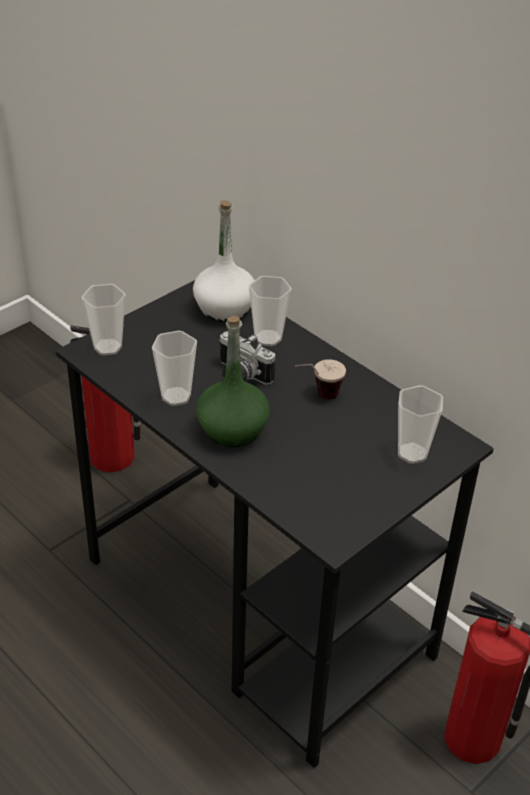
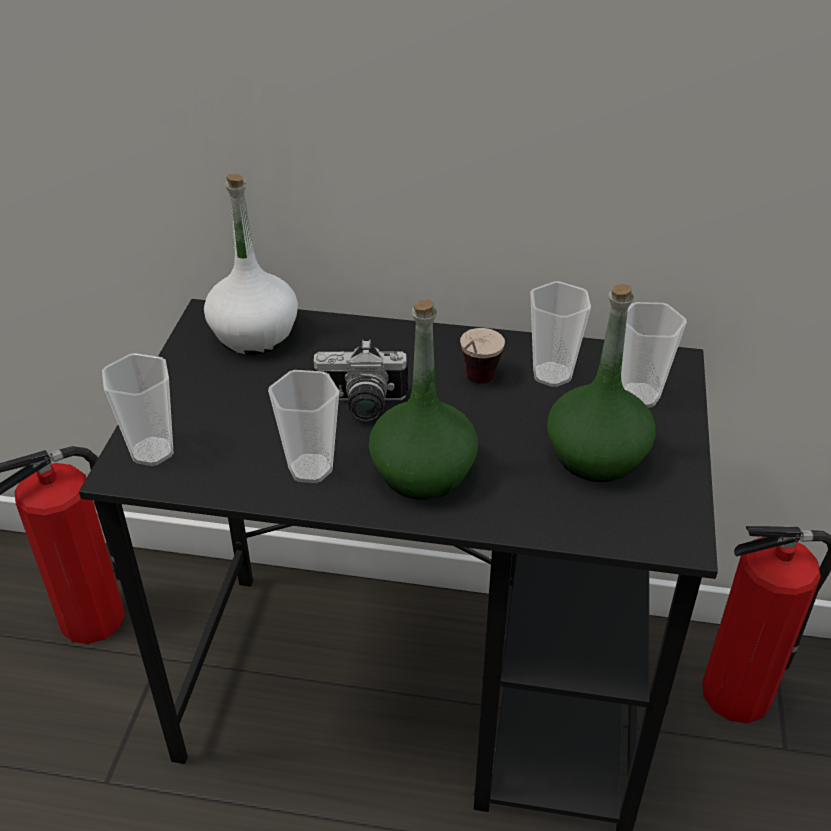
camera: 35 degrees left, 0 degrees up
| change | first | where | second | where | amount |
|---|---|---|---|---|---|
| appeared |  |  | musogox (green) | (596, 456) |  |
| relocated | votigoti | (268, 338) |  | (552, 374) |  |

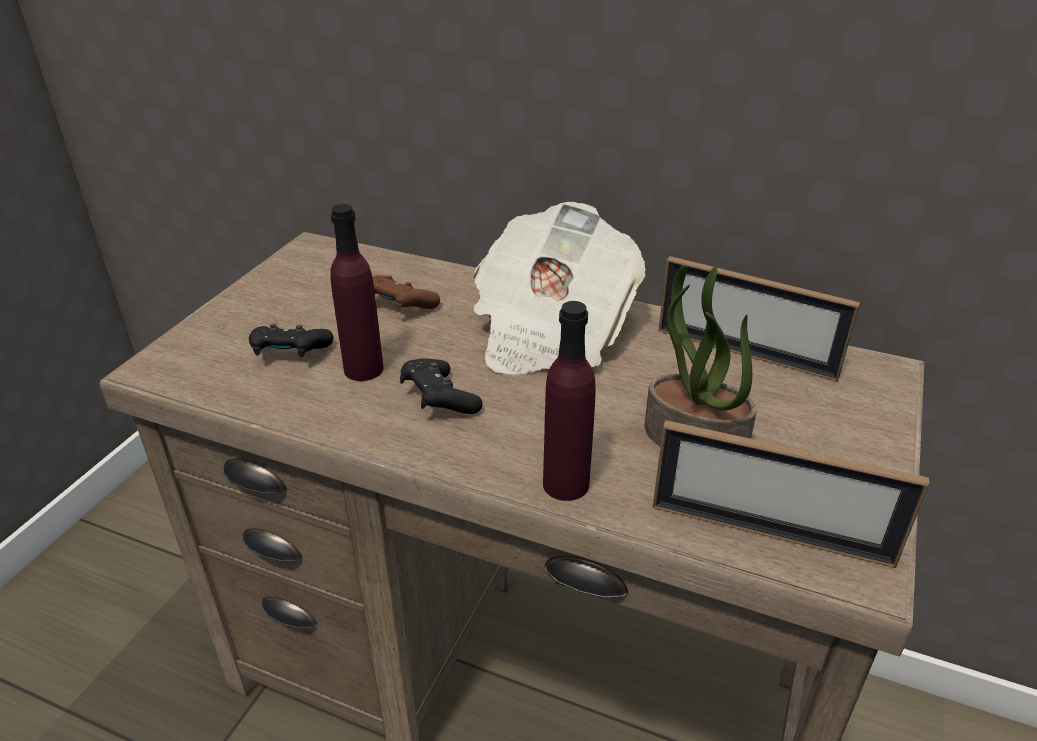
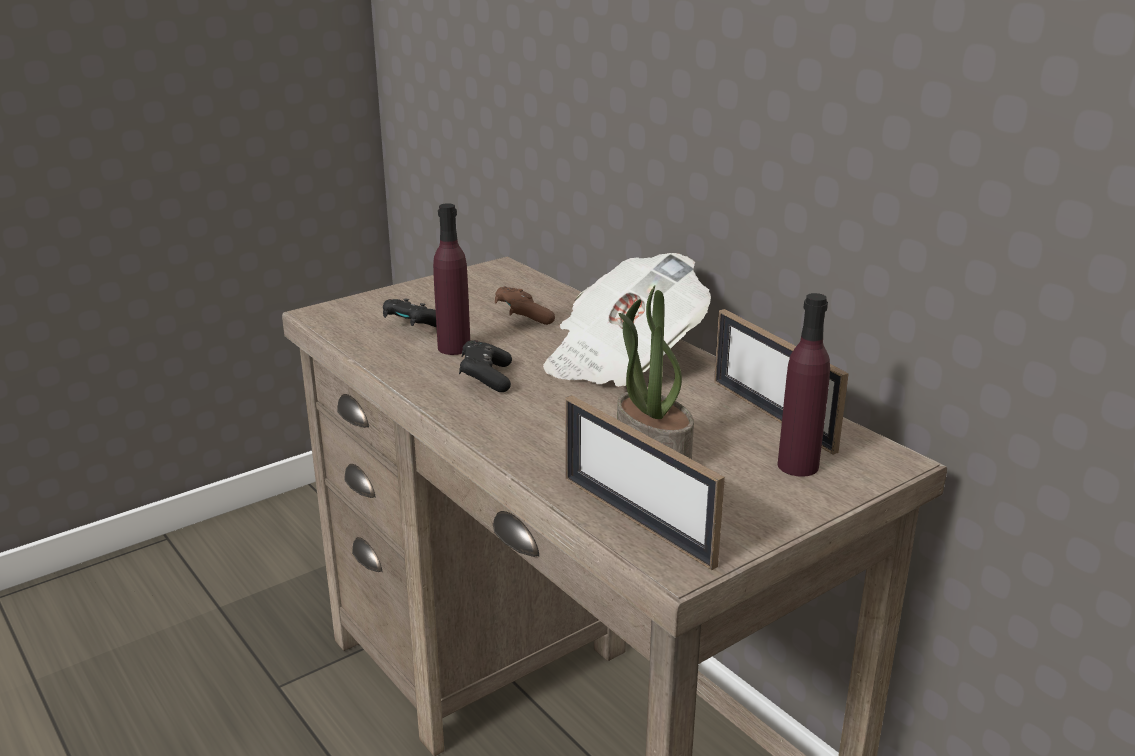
camera: 30 degrees right, 10 degrees down
| change | first | where | second | where | amount |
|---|---|---|---|---|---|
| relocated | musogox (purple) | (566, 484) |  | (798, 466) |  |

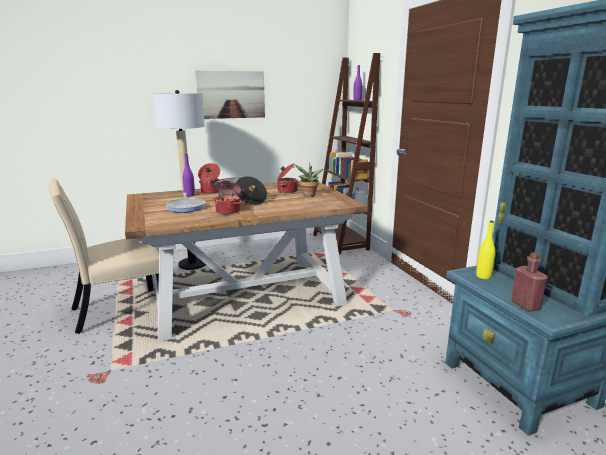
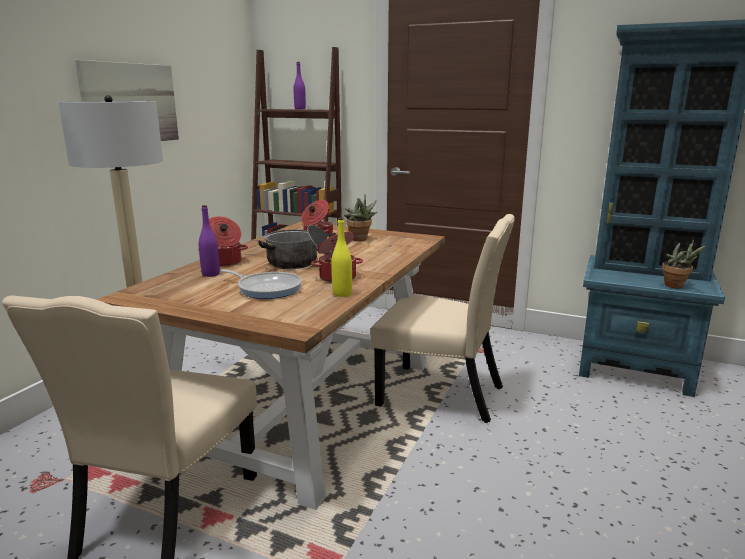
camera: 45 degrees left, 0 degrees up
| change | first | where | second | where | amount |
|---|---|---|---|---|---|
| appeared |  |  | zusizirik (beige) | (438, 393) |  |
| relocated | musogox (yellow) | (483, 276) |  | (342, 294) |  |
| exchanged | musogox (red) | (525, 305) | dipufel | (676, 286) |  |

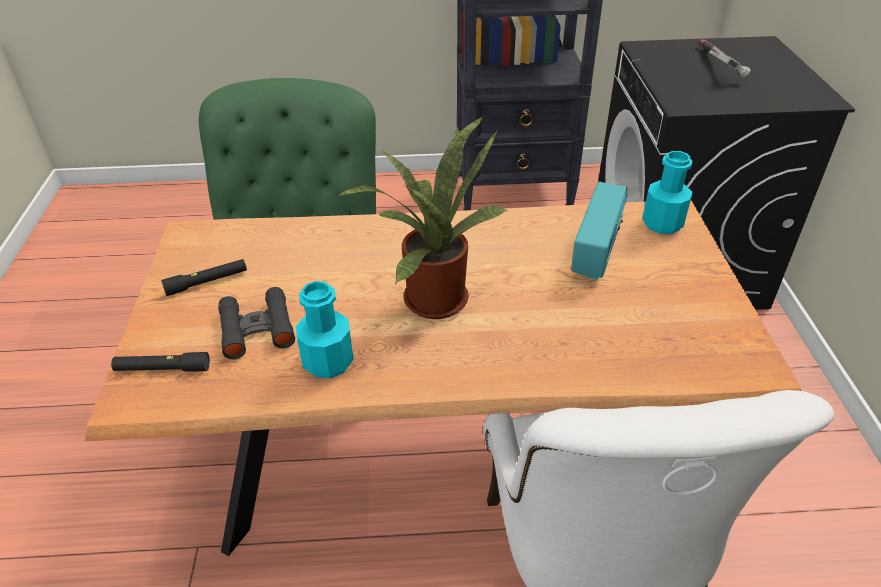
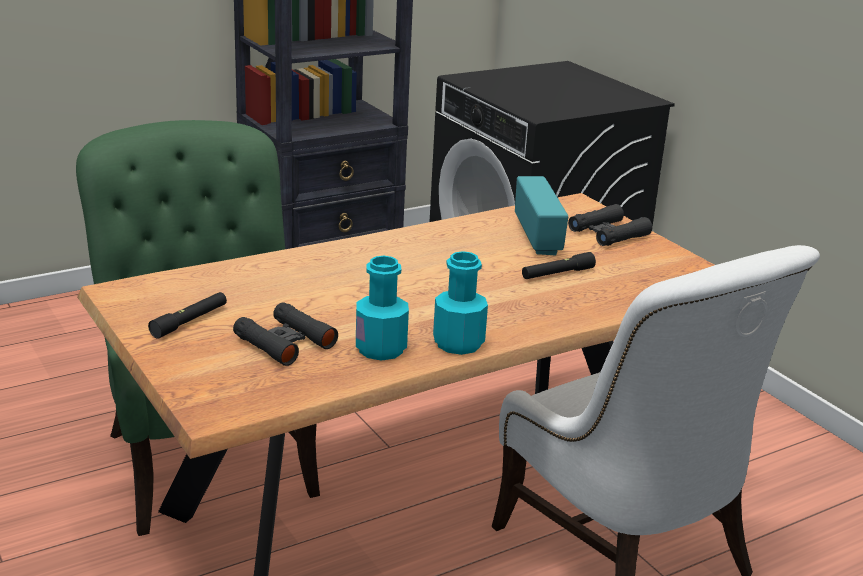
camera: 30 degrees left, 15 degrees down
| change | first | where | second | where | amount |
|---|---|---|---|---|---|
| missing | dipufel | (432, 296) |  |  |  |
| missing | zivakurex | (715, 66) |  |  |  |
| appeared |  |  | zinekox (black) | (608, 233) |  |
| relocated | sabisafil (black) | (162, 369) |  | (557, 274) |  |
| relocated | musogox (turquoise) | (662, 223) |  | (458, 343) |  |

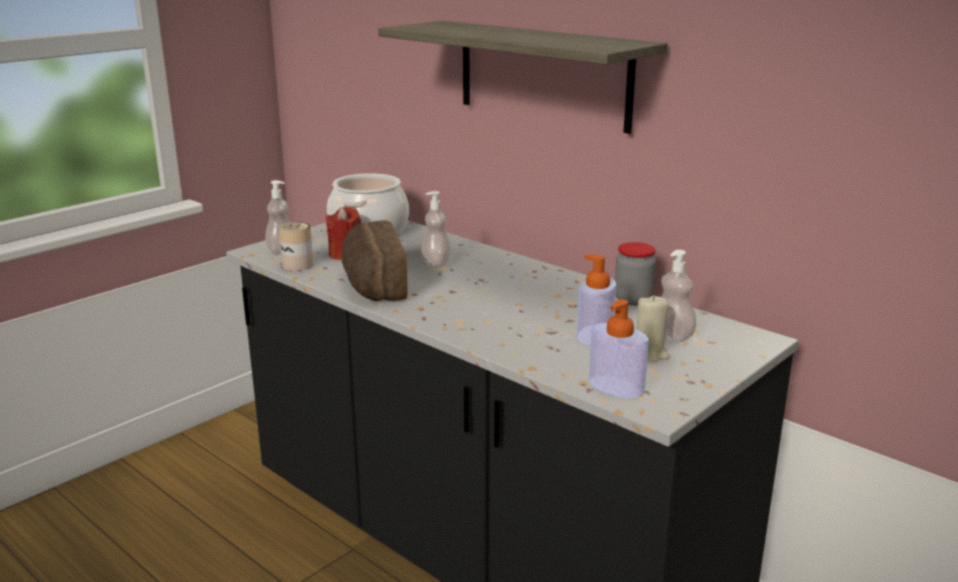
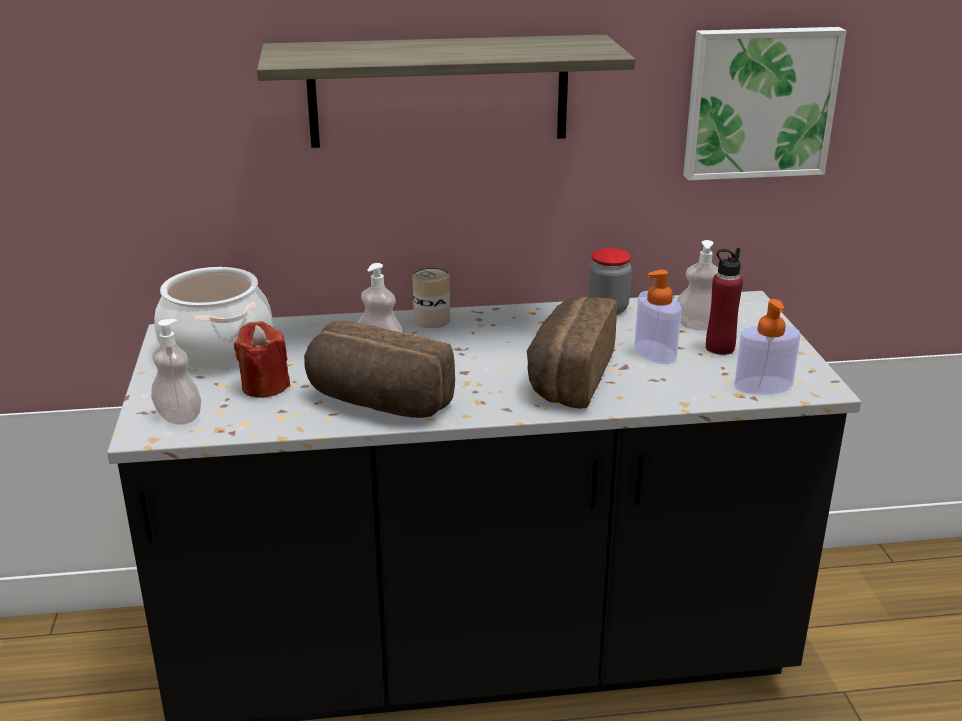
camera: 50 degrees left, 5 degrees up
| change | first | where | second | where | amount |
|---|---|---|---|---|---|
| appeared |  |  | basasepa | (567, 376) |  |
| appeared |  |  | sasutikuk | (759, 102) |  |
| relocated | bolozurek | (297, 265) |  | (432, 320) |  |
| exchanged | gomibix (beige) | (649, 353) | musogox (red) | (719, 348) |  |

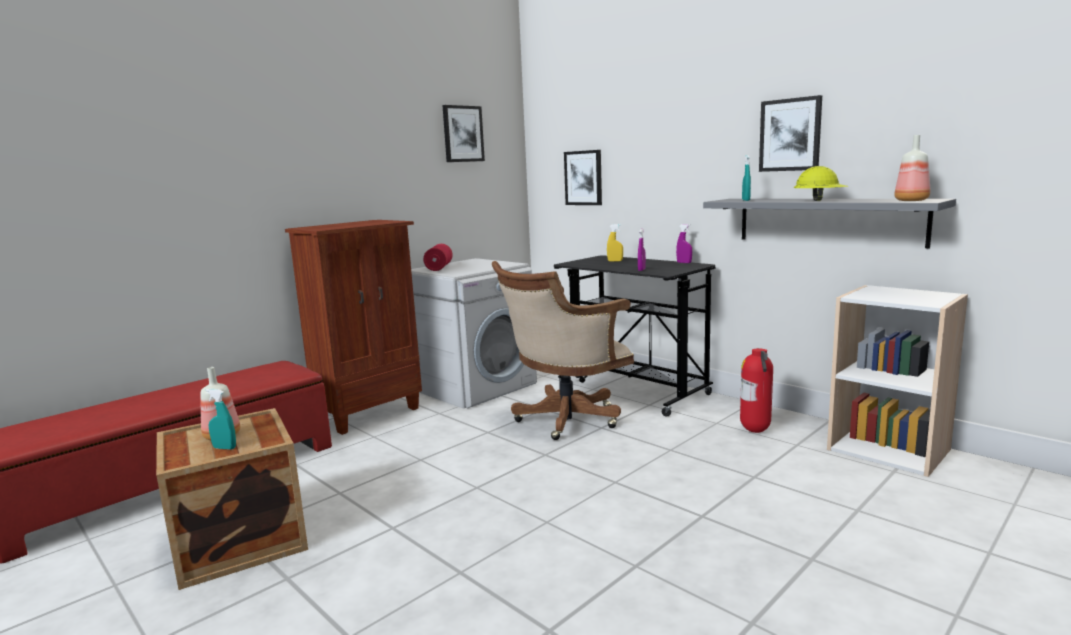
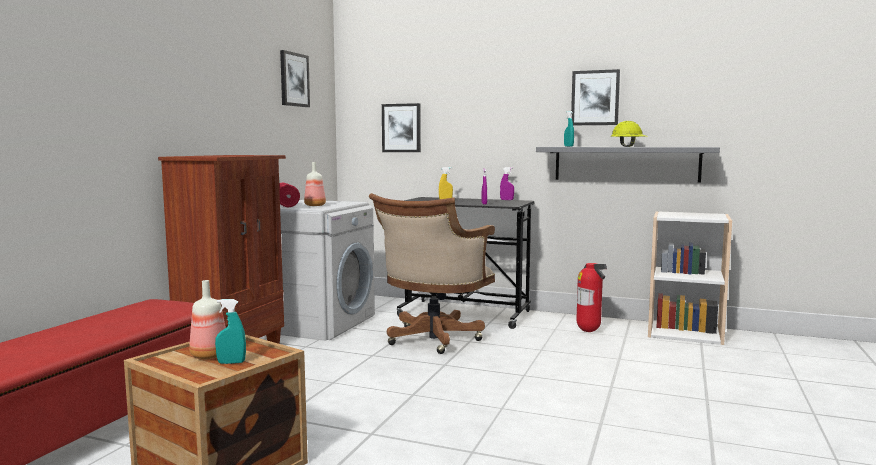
camera: 25 degrees left, 5 degrees down
| change | first | where | second | where | amount |
|---|---|---|---|---|---|
| relocated | musogox | (912, 200) |  | (315, 205) |  |

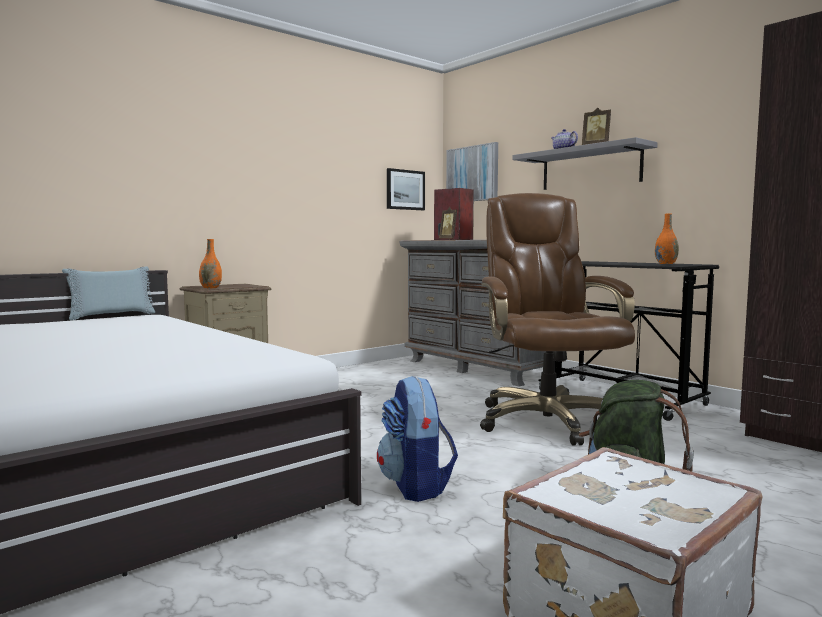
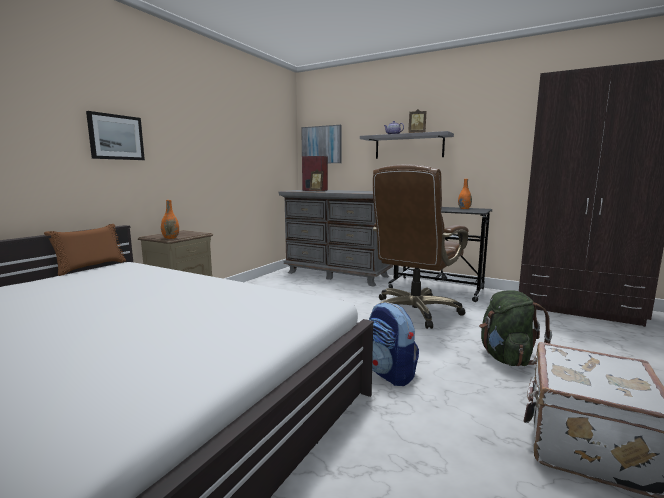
camera: 20 degrees left, 5 degrees up
| change | first | where | second | where | amount |
|---|---|---|---|---|---|
| relocated | sasutikuk | (405, 190) |  | (116, 137) |  |
| colour | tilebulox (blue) | (112, 316) | tilebulox (brown) | (91, 267) |  |
| spun | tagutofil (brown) | (547, 421) |  | (414, 310) | 120 degrees counterclockwise |

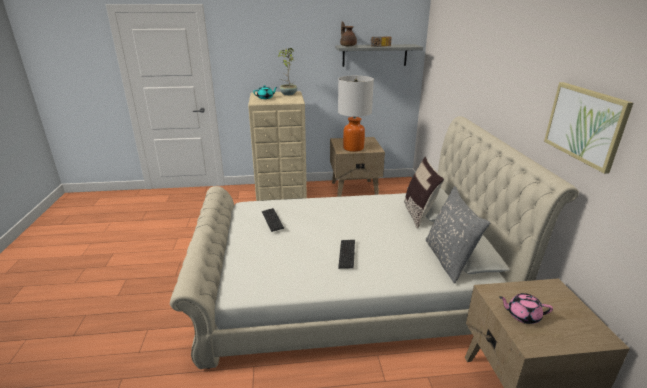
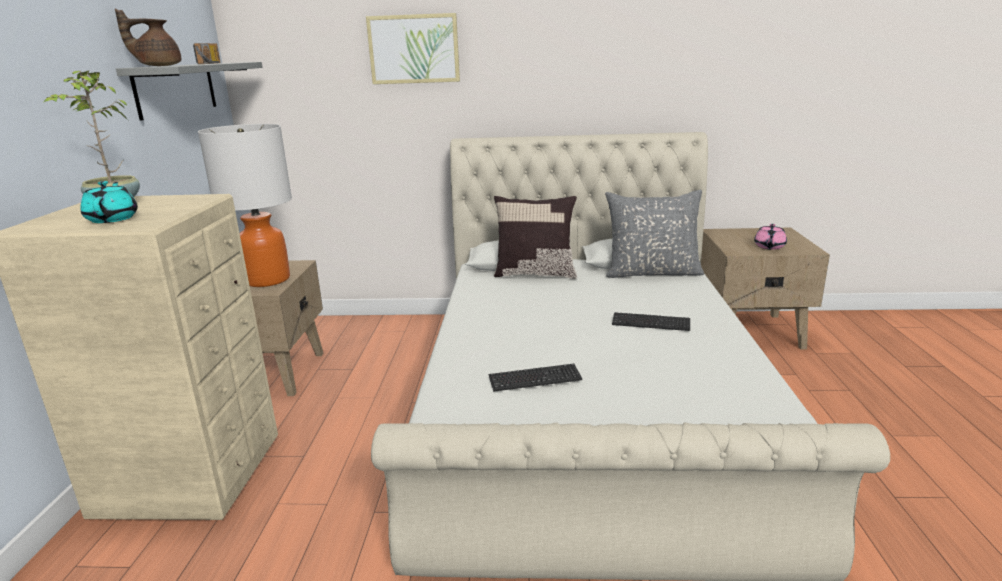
camera: 80 degrees left, 5 degrees down
| change | first | where | second | where | amount |
|---|---|---|---|---|---|
| relocated | sasutikuk | (585, 124) |  | (414, 49) |  |

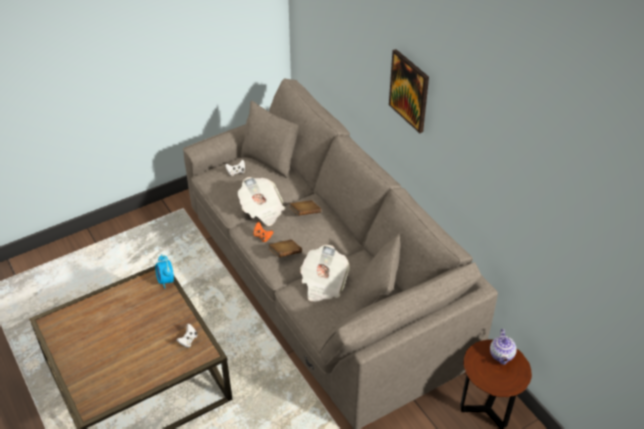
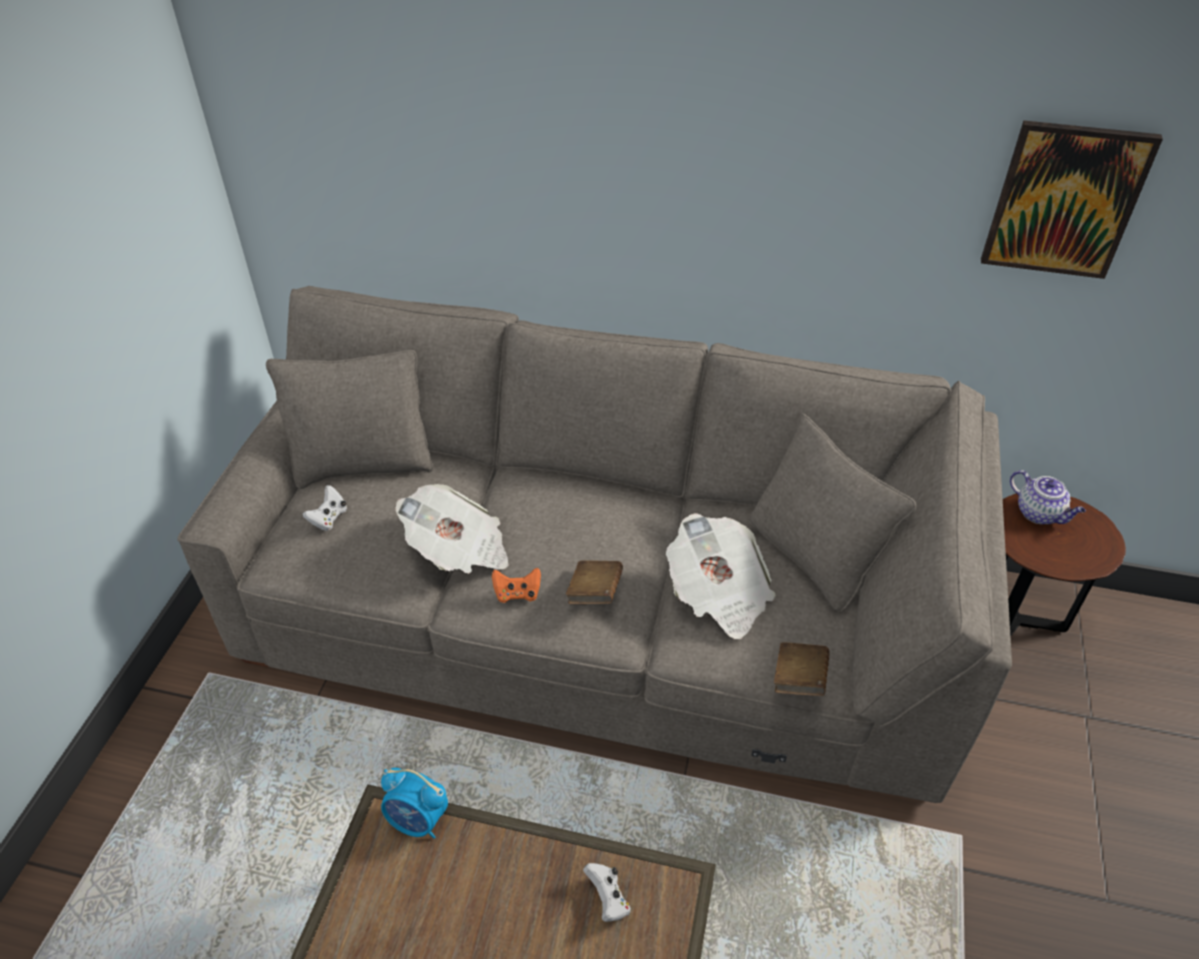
camera: 45 degrees left, 0 degrees up
| change | first | where | second | where | amount |
|---|---|---|---|---|---|
| relocated | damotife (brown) | (305, 213) |  | (799, 679) |  |
| relocated | sasutikuk | (409, 90) |  | (1065, 200) |  |

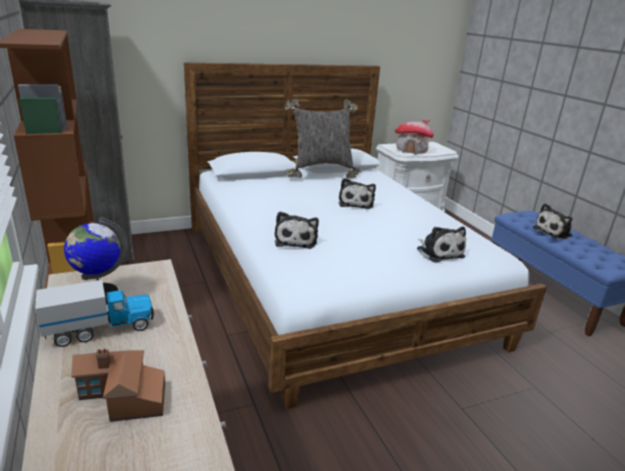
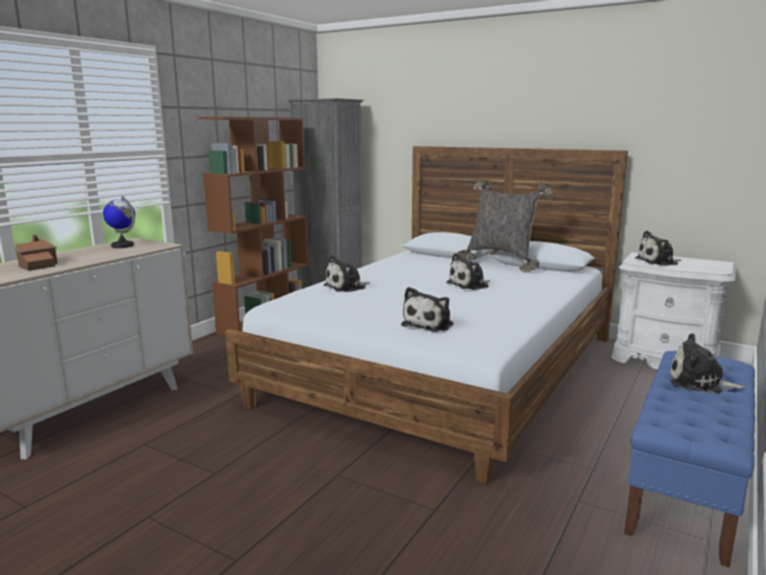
camera: 55 degrees right, 10 degrees down
| change | first | where | second | where | amount |
|---|---|---|---|---|---|
| missing | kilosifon | (101, 329) |  |  |  |
| exchanged | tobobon | (412, 150) | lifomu | (658, 262) |  |

